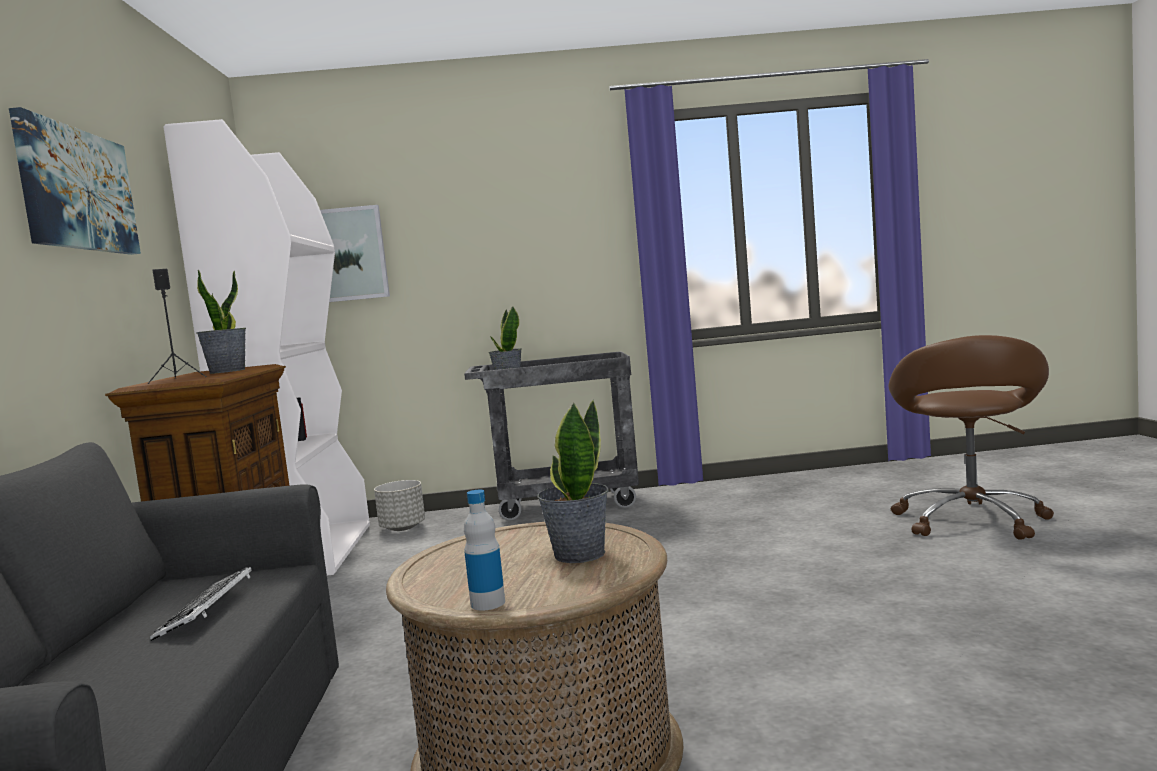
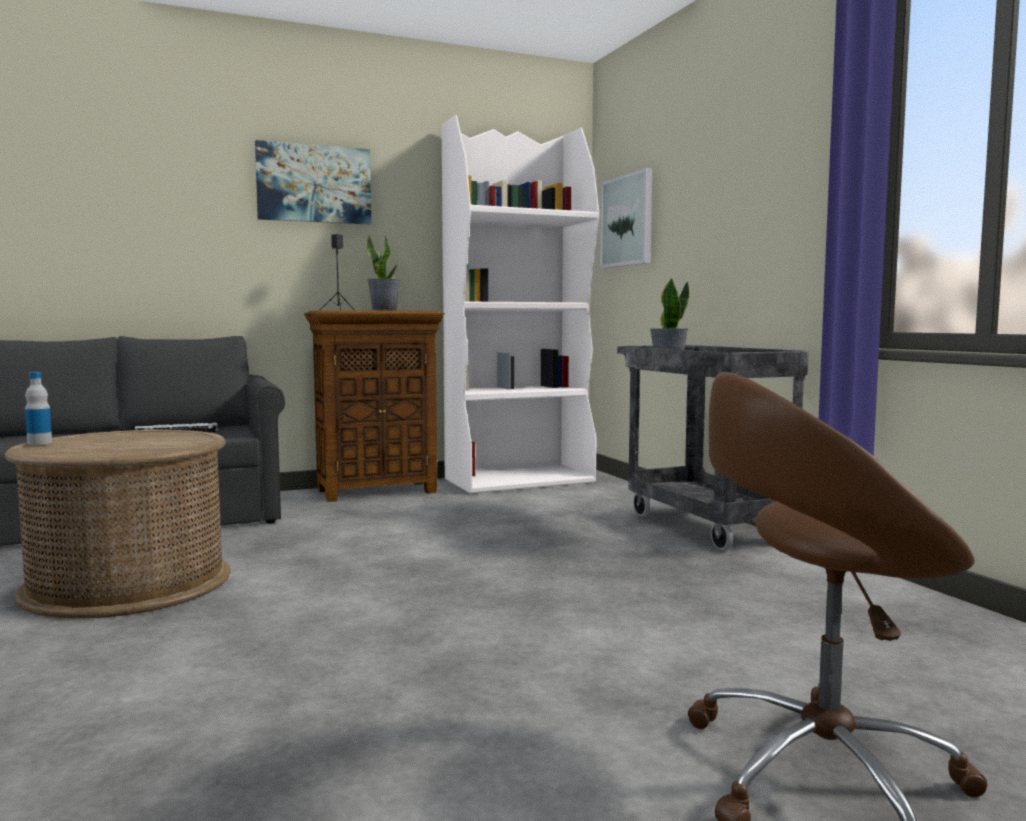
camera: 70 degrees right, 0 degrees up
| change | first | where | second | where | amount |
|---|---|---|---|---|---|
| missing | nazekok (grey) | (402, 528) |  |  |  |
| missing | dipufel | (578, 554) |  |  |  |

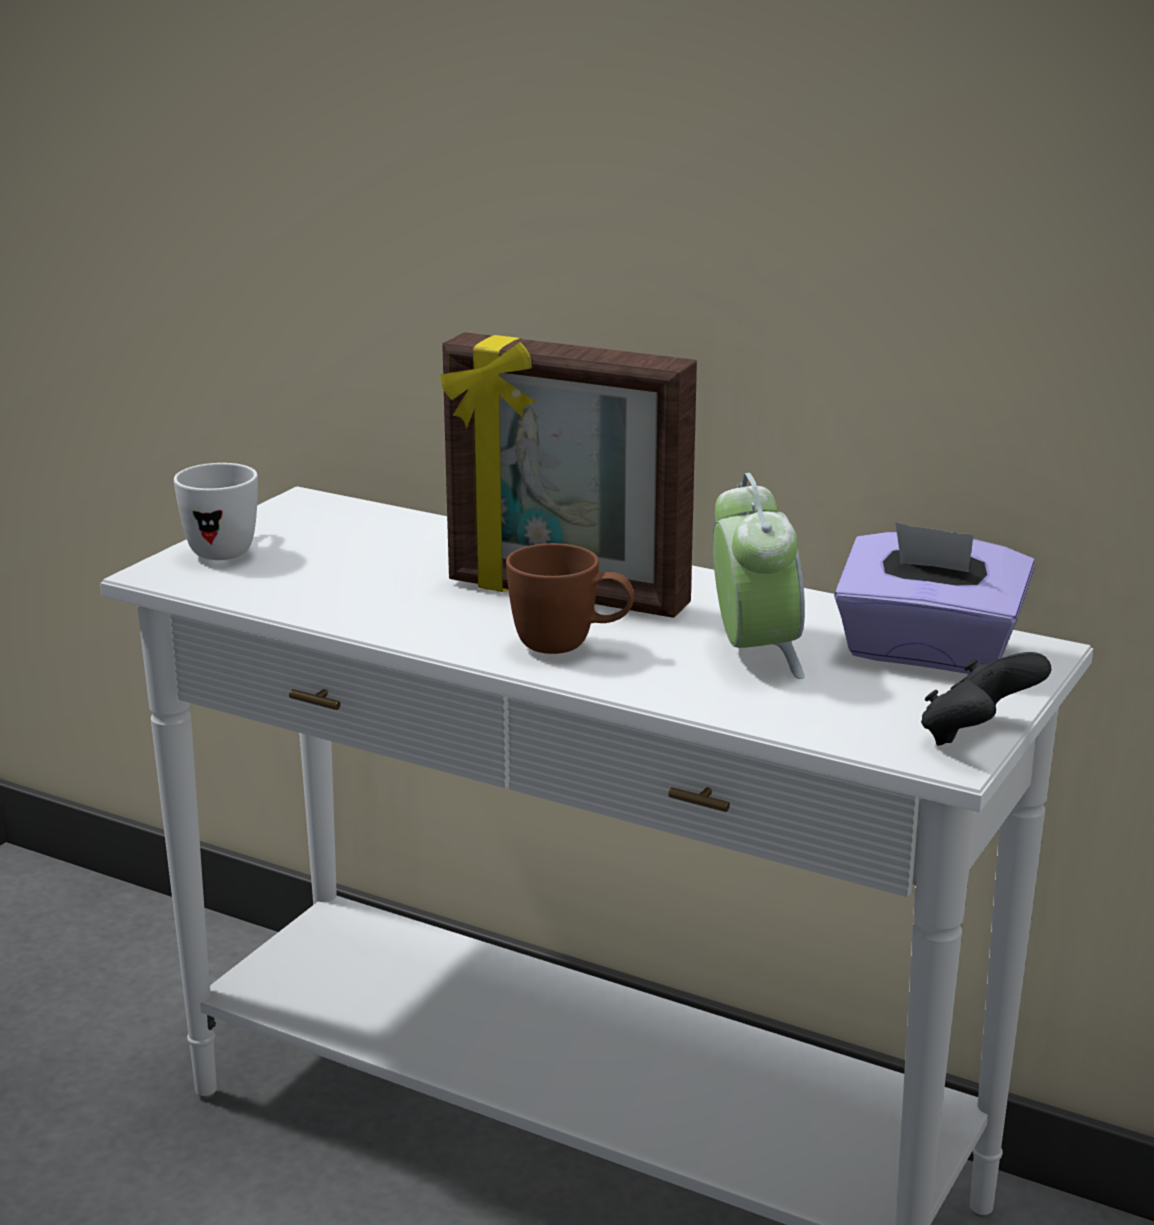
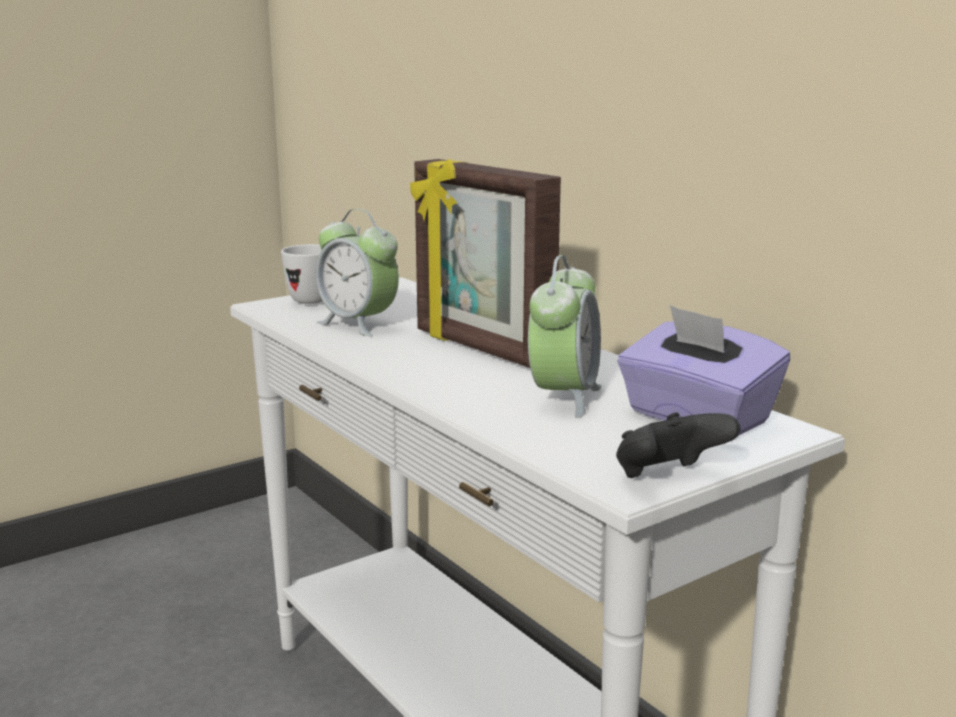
camera: 25 degrees right, 5 degrees down
| change | first | where | second | where | amount |
|---|---|---|---|---|---|
| missing | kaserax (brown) | (570, 647) |  |  |  |
| appeared |  |  | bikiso | (358, 324) |  |

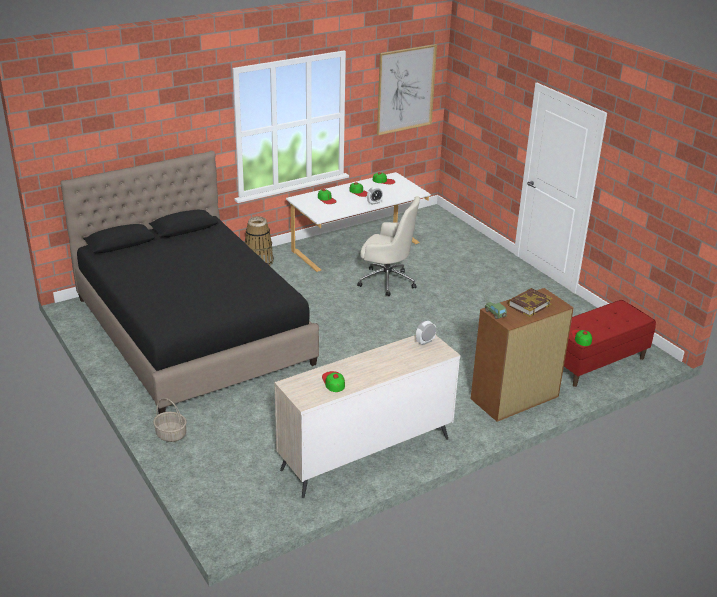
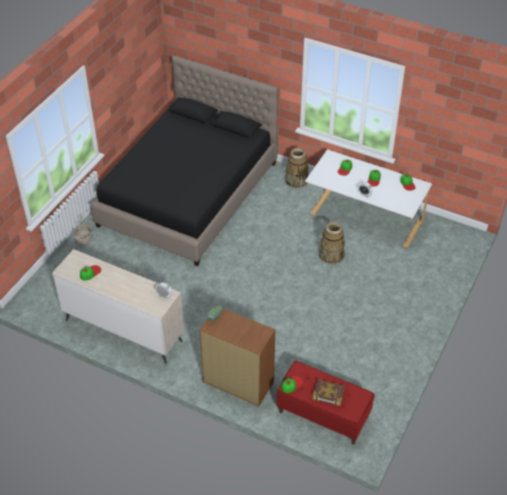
camera: 60 degrees right, 15 degrees up
| change | first | where | second | where | amount |
|---|---|---|---|---|---|
| missing | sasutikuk | (406, 89) |  |  |  |
| relocated | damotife | (529, 305) |  | (328, 393) |  |
| exchanged | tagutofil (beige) | (387, 282) | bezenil | (331, 255) |  |

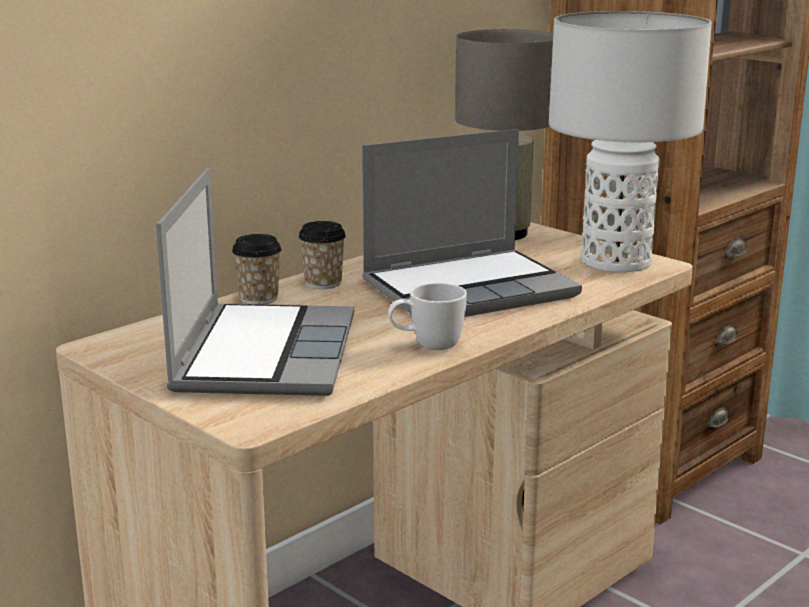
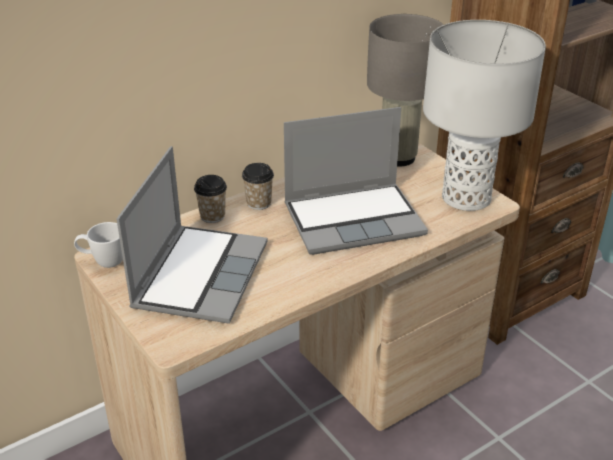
camera: 10 degrees right, 15 degrees up
| change | first | where | second | where | amount |
|---|---|---|---|---|---|
| relocated | kaserax (white) | (427, 346) |  | (103, 262) |  |

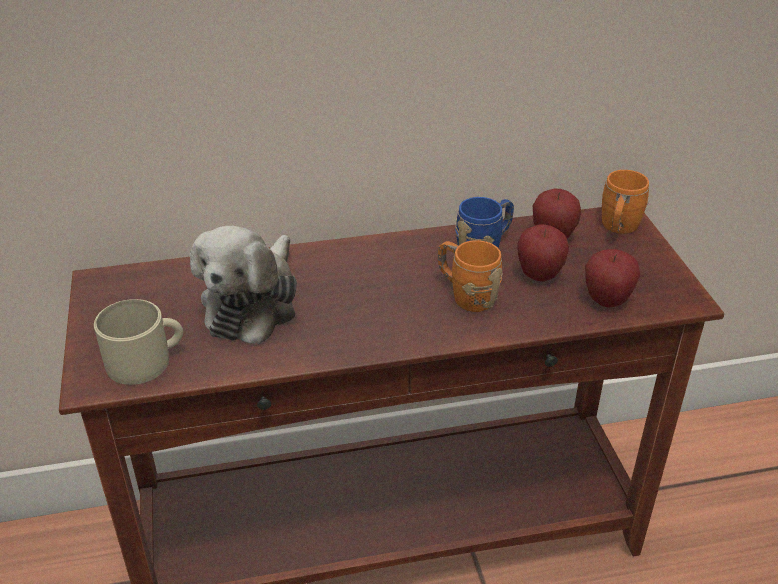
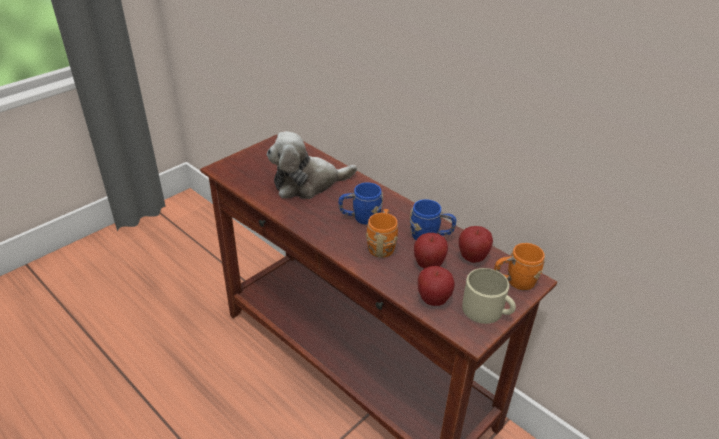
camera: 55 degrees right, 0 degrees up
| change | first | where | second | where | amount |
|---|---|---|---|---|---|
| appeared |  |  | kaserax (blue) | (360, 218) |  |
| relocated | kaserax (beige) | (146, 360) |  | (487, 311) |  |

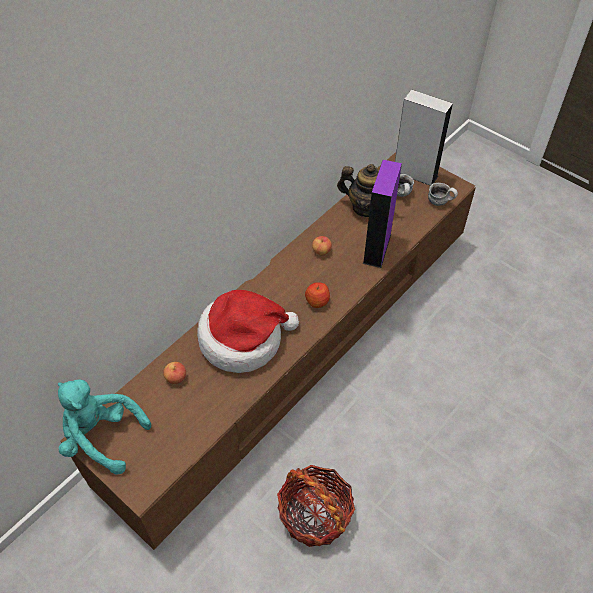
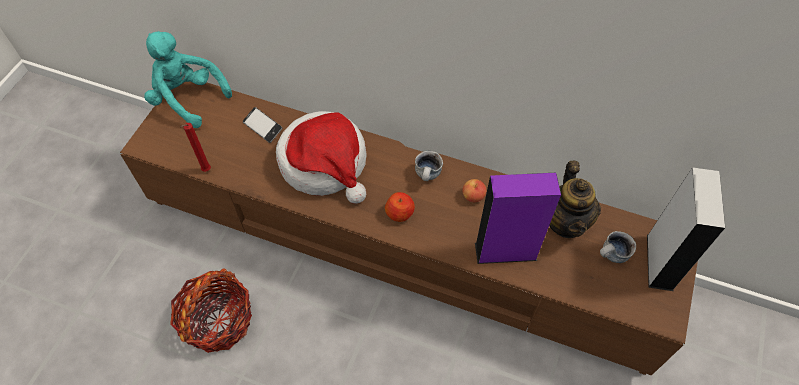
camera: 70 degrees right, 5 degrees up
| change | first | where | second | where | amount |
|---|---|---|---|---|---|
| appeared |  |  | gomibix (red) | (205, 171) |  |
| relocated | kaserax | (440, 202) |  | (428, 176) |  |
| exchanged | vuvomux | (176, 378) | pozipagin | (263, 127) |  |
| spun | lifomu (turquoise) | (102, 437) |  | (187, 99) | 60 degrees counterclockwise |

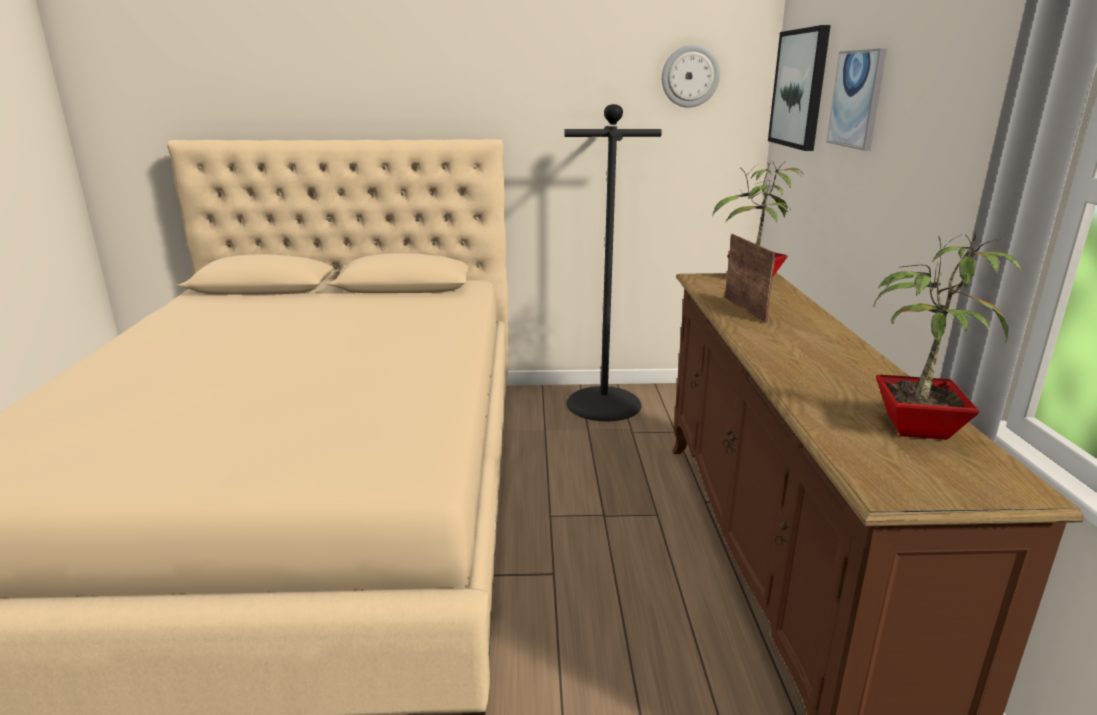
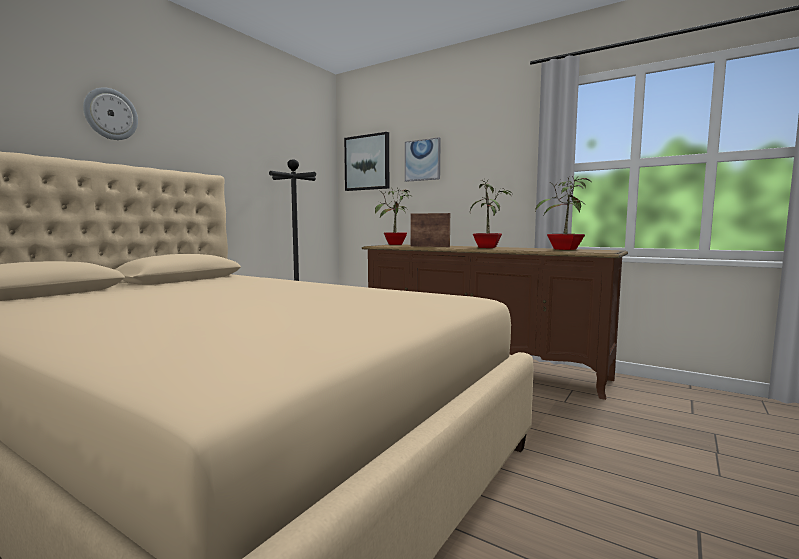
camera: 55 degrees left, 15 degrees down
| change | first | where | second | where | amount |
|---|---|---|---|---|---|
| appeared |  |  | dipufel | (488, 247) |  |
| relocated | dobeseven | (690, 76) |  | (110, 114) |  |

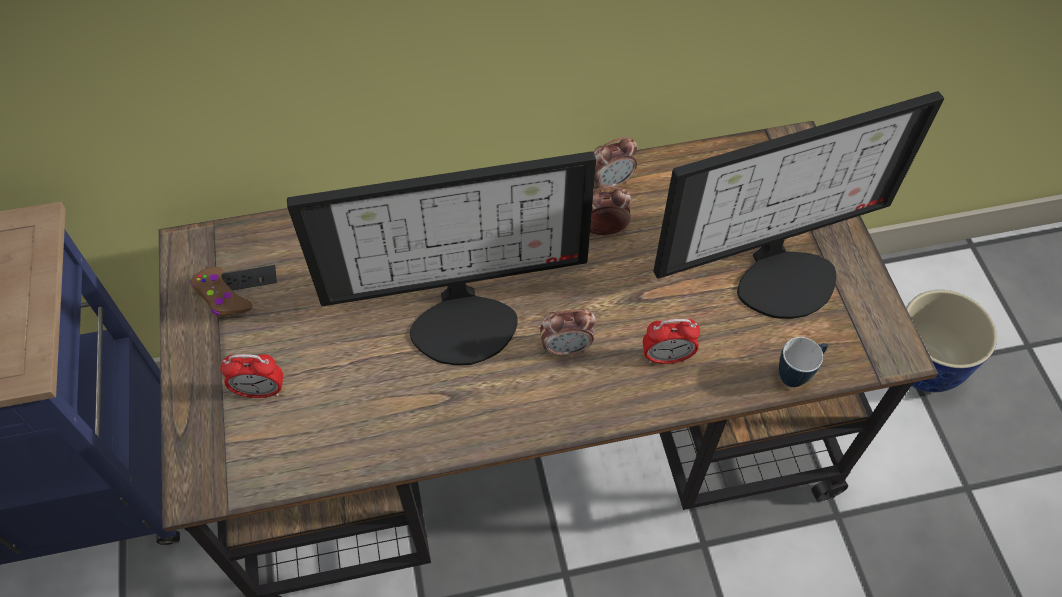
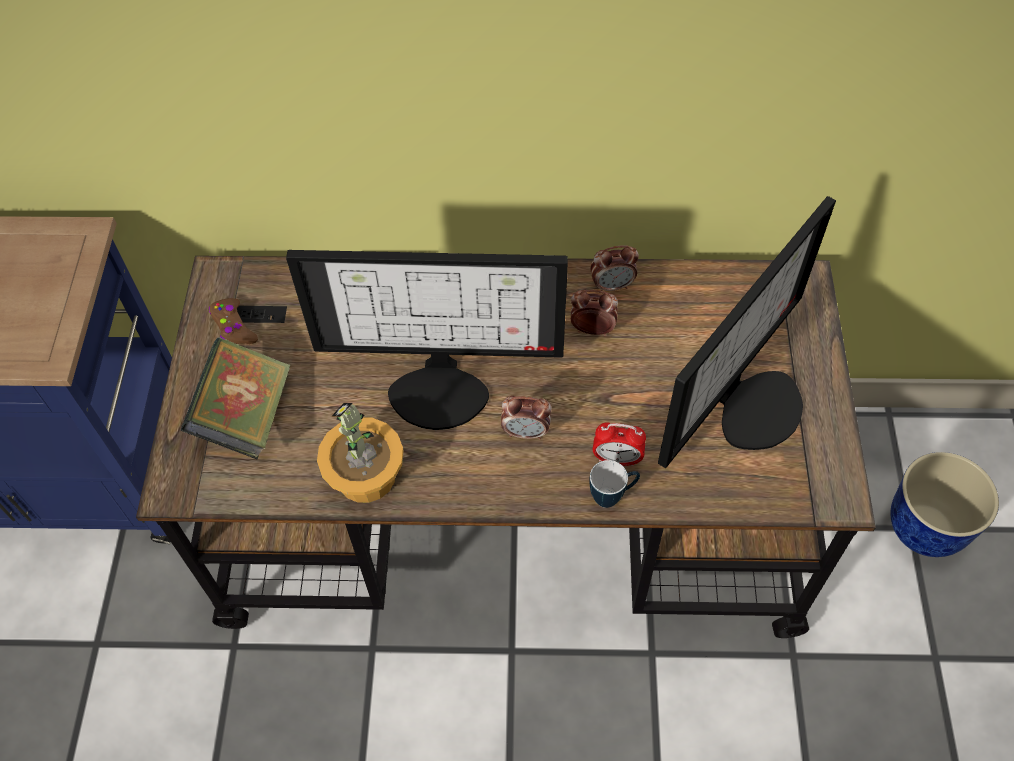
camera: 15 degrees right, 0 degrees up
| change | first | where | second | where | amount |
|---|---|---|---|---|---|
| appeared |  |  | dipufel | (366, 476) |  |
| relocated | kaserax | (797, 374) |  | (613, 496) |  |
| exchanged | bikiso | (260, 391) | damotife | (246, 416) |  |
| spun | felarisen | (783, 274) |  | (751, 403) | 45 degrees counterclockwise |

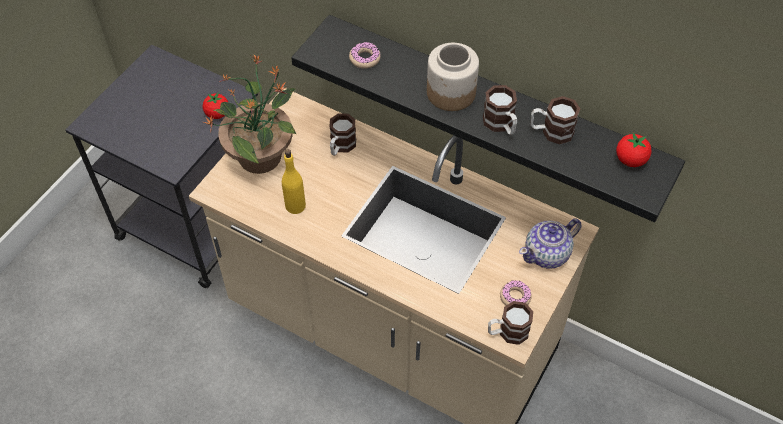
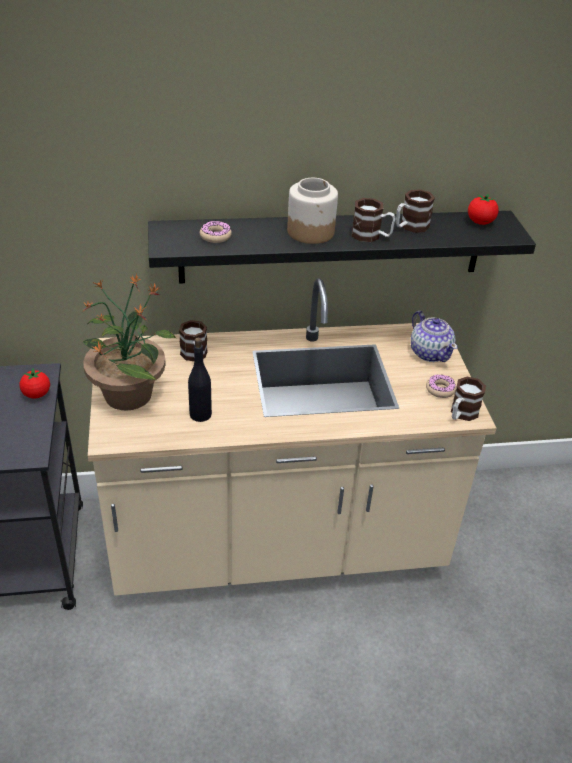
camera: 40 degrees left, 15 degrees down
| change | first | where | second | where | amount |
|---|---|---|---|---|---|
| colour | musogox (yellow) | (295, 205) | musogox (black) | (200, 414) |  |
| spun | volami | (547, 254) |  | (430, 353) | 45 degrees counterclockwise |

